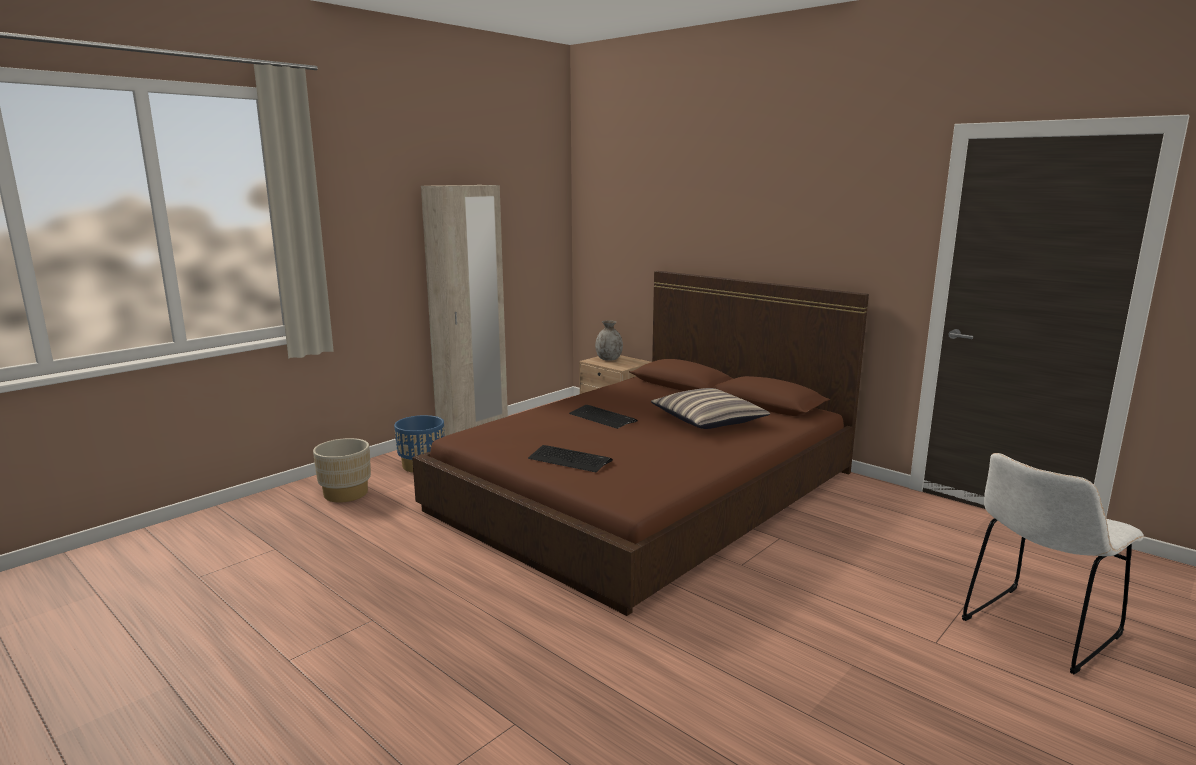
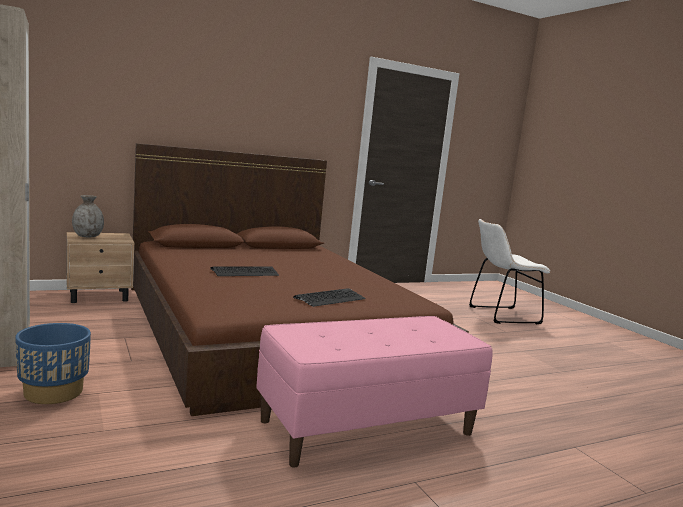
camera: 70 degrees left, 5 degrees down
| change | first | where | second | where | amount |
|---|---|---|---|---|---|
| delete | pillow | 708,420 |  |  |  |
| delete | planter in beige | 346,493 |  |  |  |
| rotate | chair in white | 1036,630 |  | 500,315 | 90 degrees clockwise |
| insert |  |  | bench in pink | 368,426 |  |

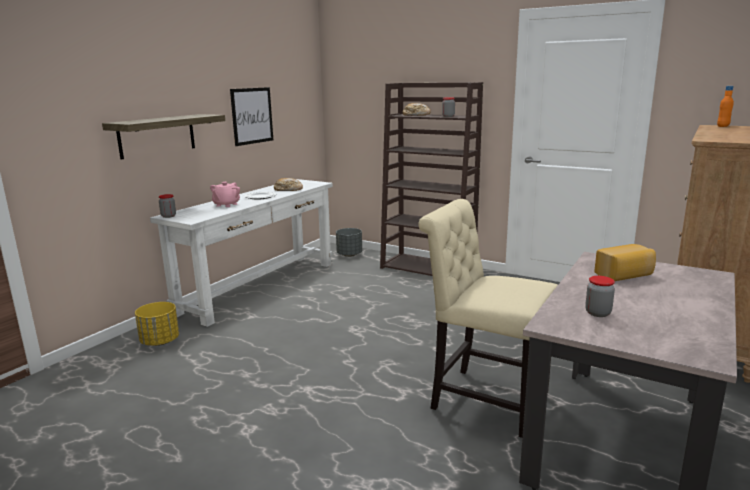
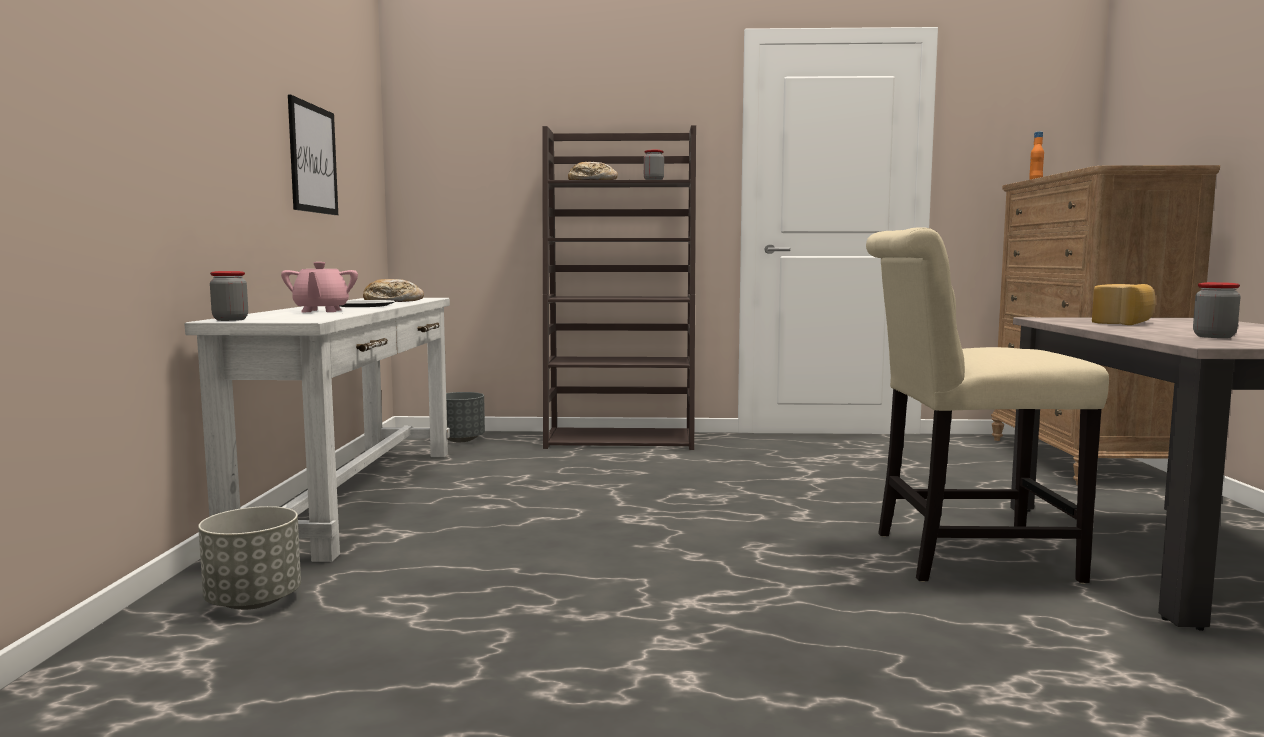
camera: 30 degrees left, 10 degrees down
| change | first | where | second | where | amount |
|---|---|---|---|---|---|
| delete | shelf | 157,135 |  |  |  |
| recolor | planter in yellow | 160,342 | planter in grey | 254,602 |  |

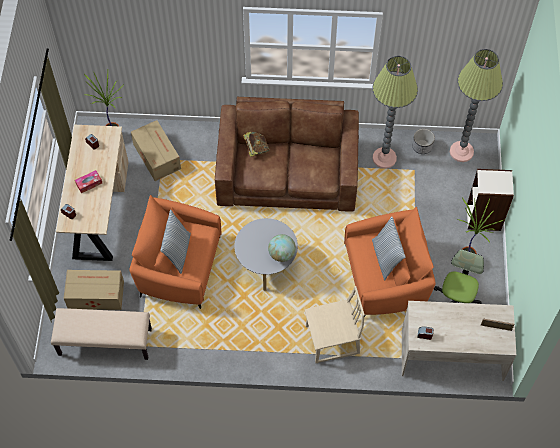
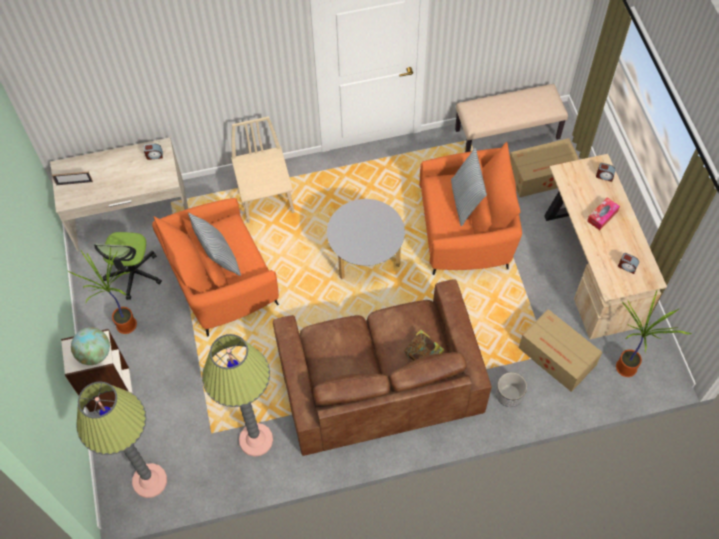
camera: 165 degrees right, 0 degrees up
| change | first | where | second | where | amount |
|---|---|---|---|---|---|
| move | planter | 422,147 |  | 509,395 |  |
| move | globe | 282,254 |  | 94,354 |  |
| rotate | chair in beige | 332,340 |  | 266,197 | 105 degrees clockwise |

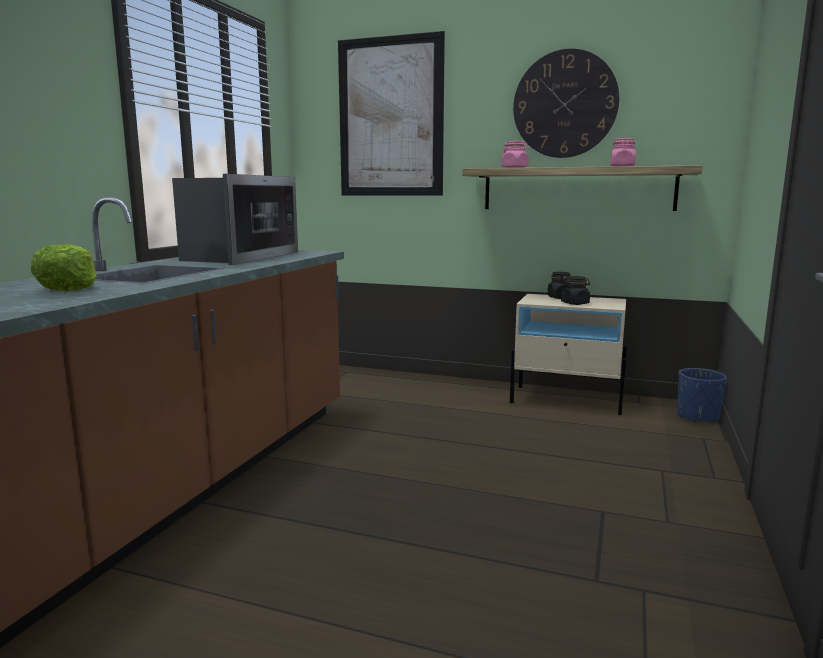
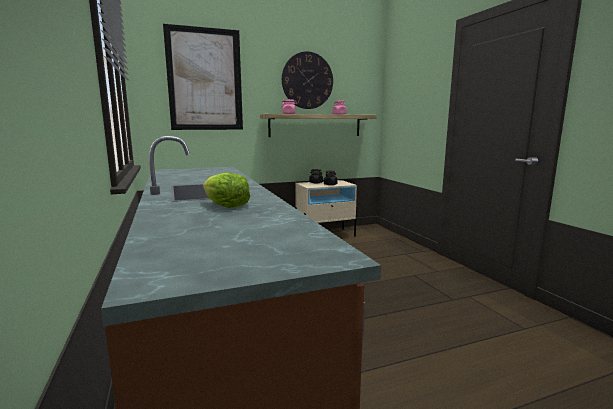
camera: 40 degrees left, 0 degrees up
| change | first | where | second | where | amount |
|---|---|---|---|---|---|
| delete | microwave | 239,257 |  |  |  |
| delete | planter in blue | 698,417 |  |  |  |

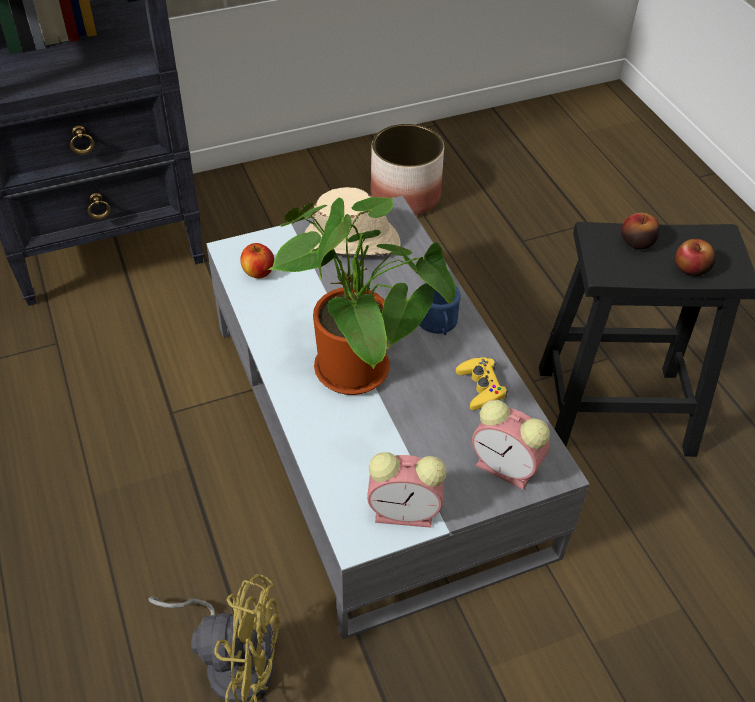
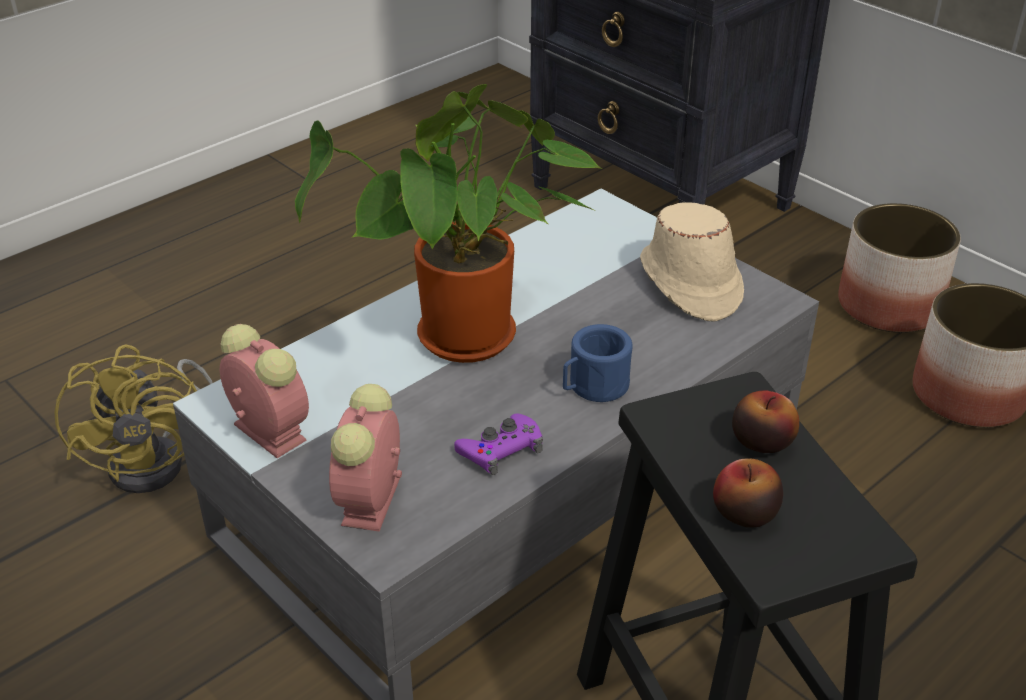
camera: 70 degrees right, 10 degrees down
| change | first | where | second | where | amount |
|---|---|---|---|---|---|
| delete | apple | 258,273 |  |  |  |
| recolor | game controller in yellow | 481,387 | game controller in purple | 501,450 |  |
| rotate | alarm clock | 406,512 |  | 267,431 | 150 degrees clockwise |
| insert |  |  | planter | 889,306 |  |

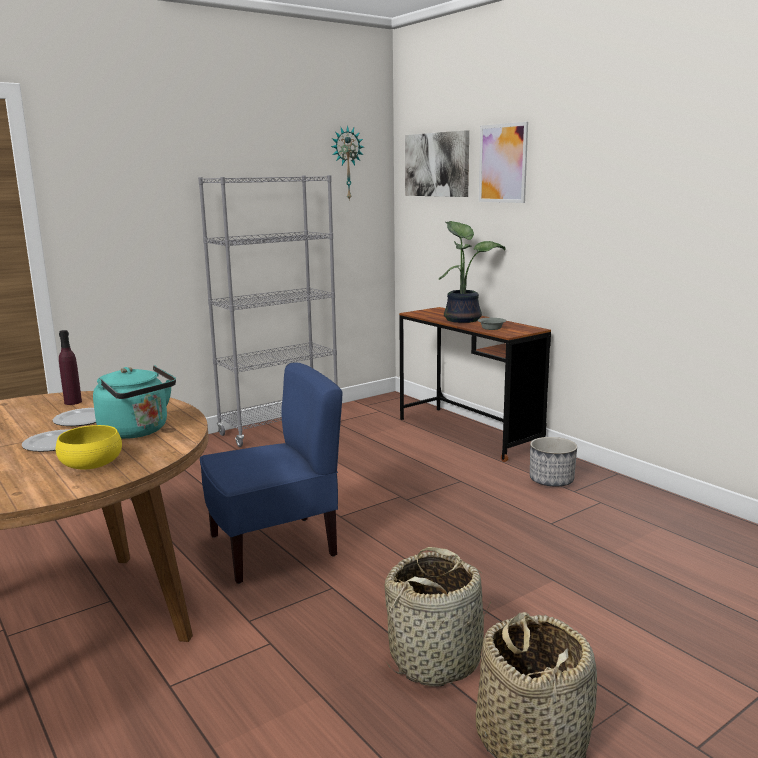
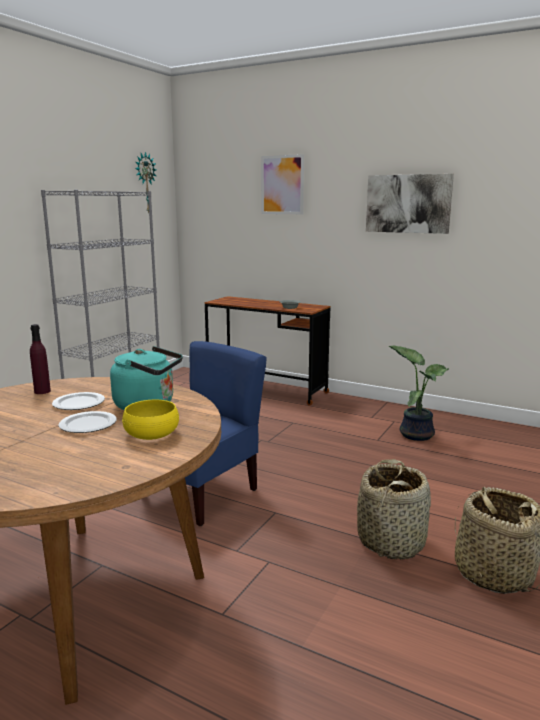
camera: 25 degrees left, 0 degrees up
| change | first | where | second | where | amount |
|---|---|---|---|---|---|
| move | picture | 437,164 |  | 408,204 |  |
| move | potted plant | 463,319 |  | 416,434 |  |
| delete | planter | 551,480 |  |  |  |

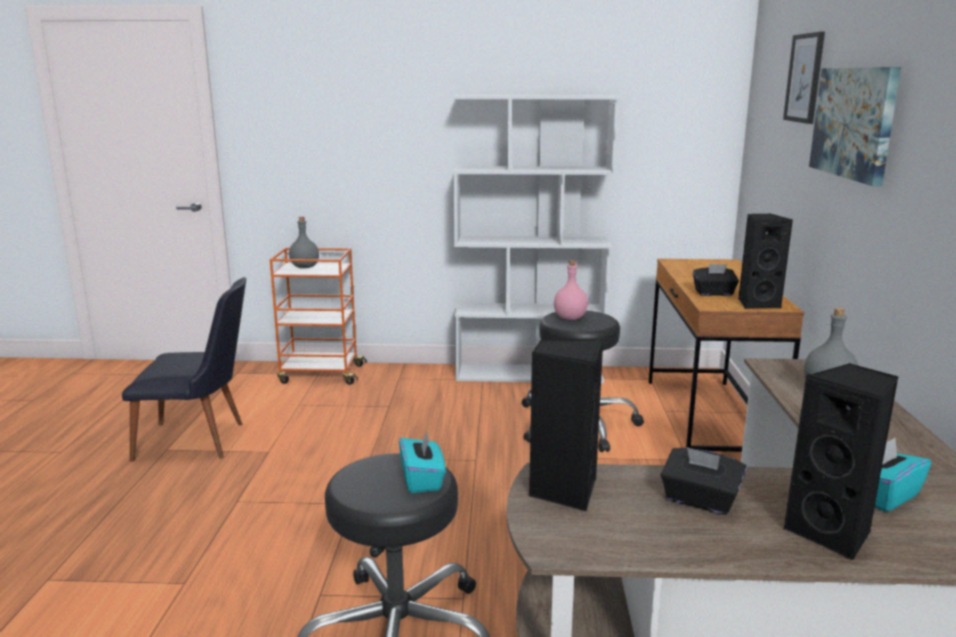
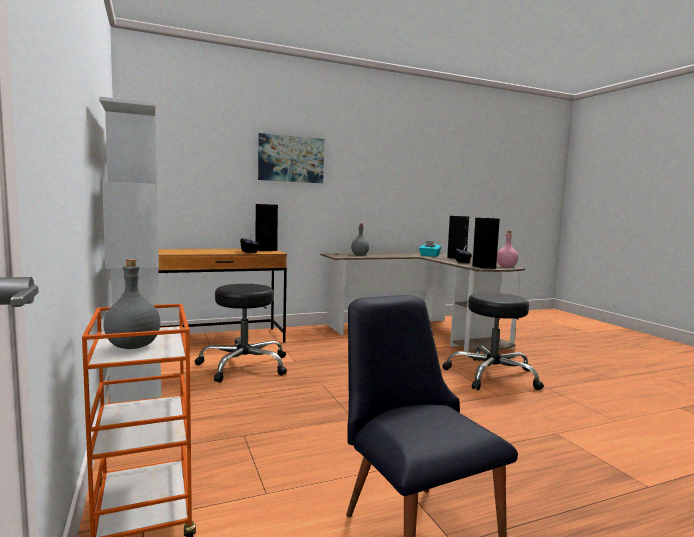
camera: 115 degrees left, 10 degrees down
| change | first | where | second | where | amount |
|---|---|---|---|---|---|
| delete | picture | 804,78 |  |  |  |
| move | bottle in pink | 569,318 |  | 506,266 |  |
| delete | tissue box in turquoise | 422,480 |  |  |  |

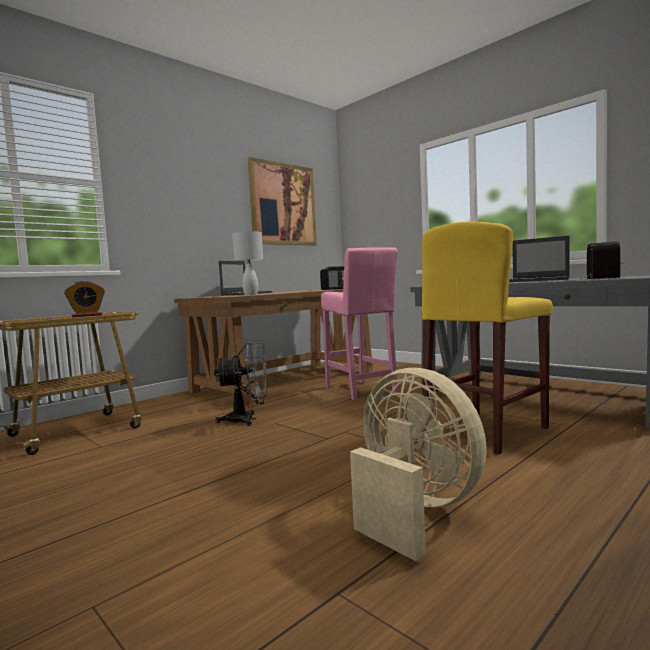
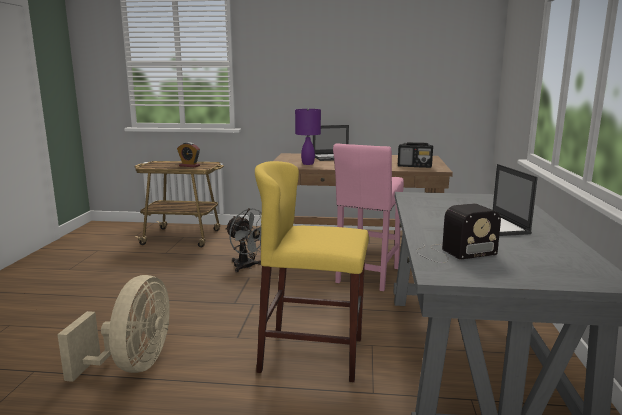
camera: 50 degrees right, 10 degrees up
| change | first | where | second | where | amount |
|---|---|---|---|---|---|
| delete | picture | 283,204 |  |  |  |
| recolor | table lamp in white | 251,294 | table lamp in purple | 308,164 |  |

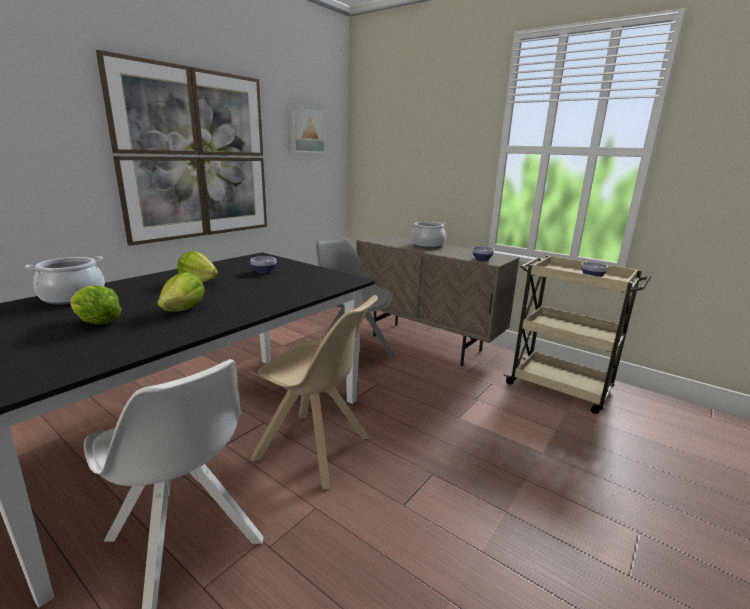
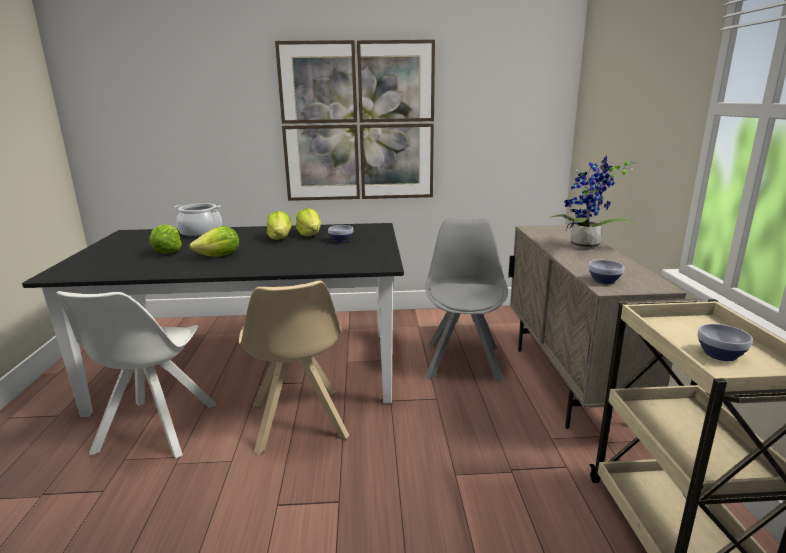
camera: 50 degrees right, 0 degrees up
| change | first | where | second | where | amount |
|---|---|---|---|---|---|
| delete | picture | 306,130 |  |  |  |
| replace | cooking pot | 427,245 | potted plant | 585,248 |  |
| insert |  |  | lettuce | 310,235 |  |

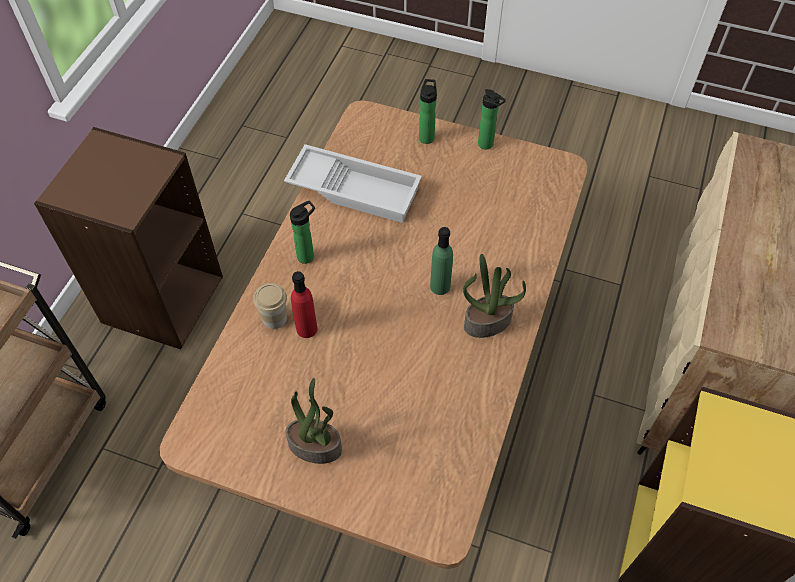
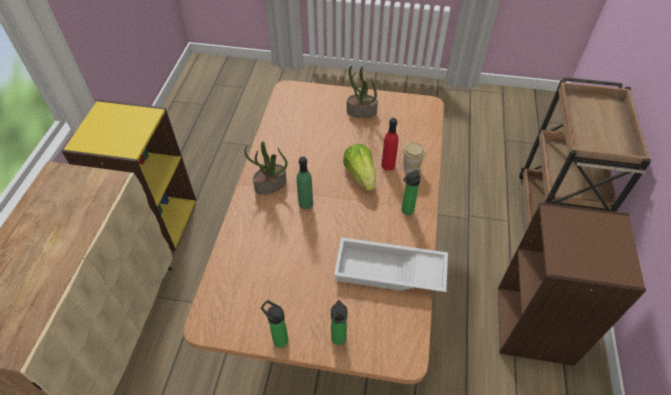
camera: 170 degrees right, 5 degrees down
| change | first | where | second | where | amount |
|---|---|---|---|---|---|
| insert |  |  | lettuce | 360,175 |  |

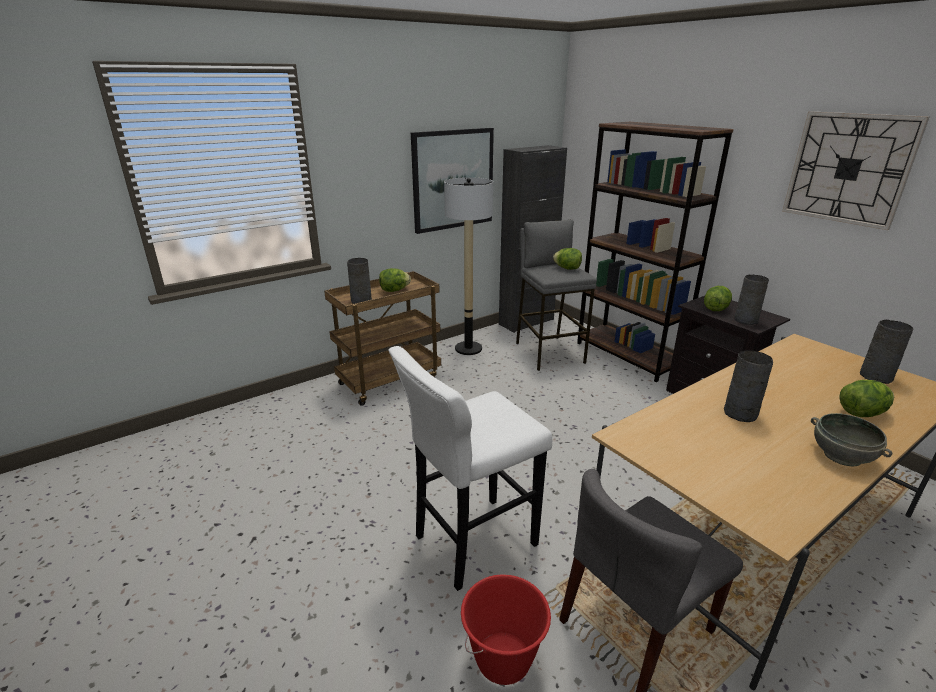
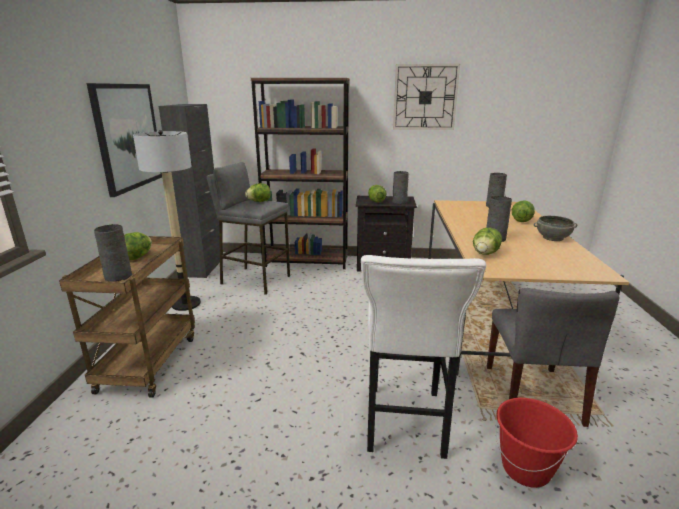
camera: 50 degrees left, 5 degrees down
| change | first | where | second | where | amount |
|---|---|---|---|---|---|
| insert |  |  | lettuce | 485,253 |  |

